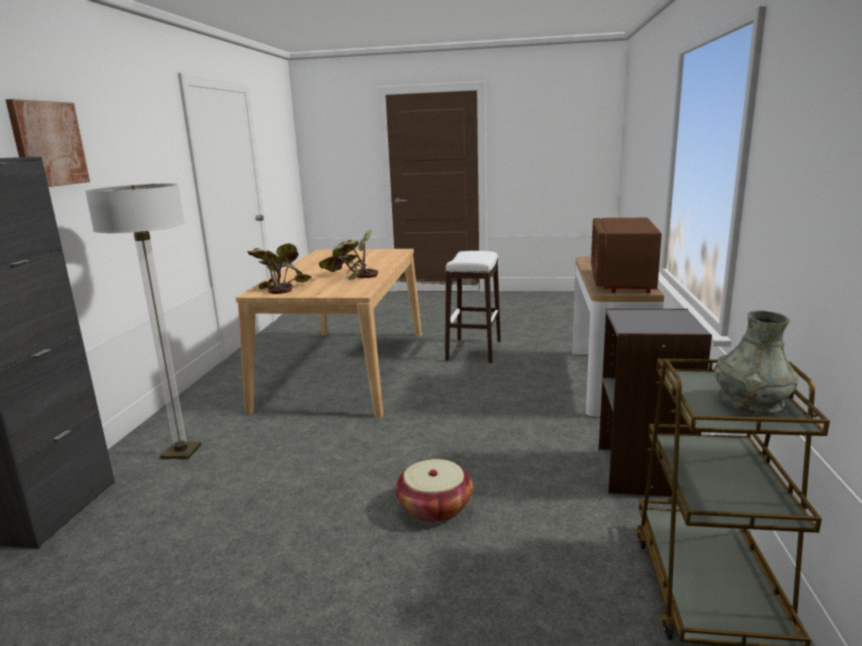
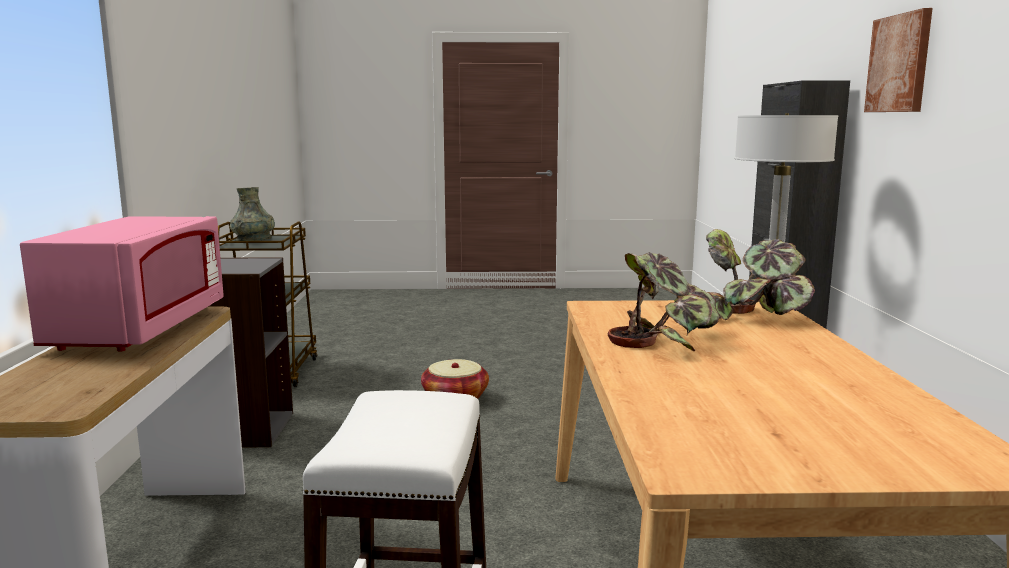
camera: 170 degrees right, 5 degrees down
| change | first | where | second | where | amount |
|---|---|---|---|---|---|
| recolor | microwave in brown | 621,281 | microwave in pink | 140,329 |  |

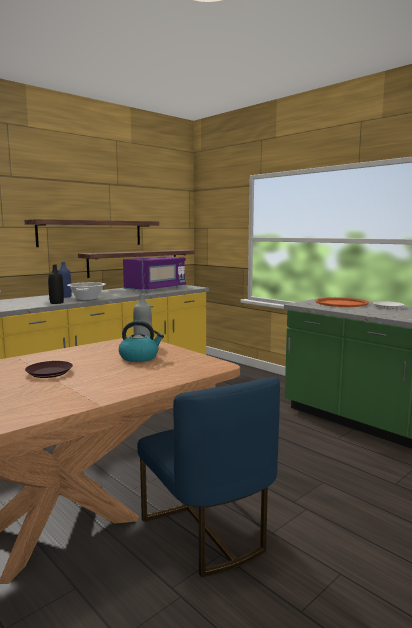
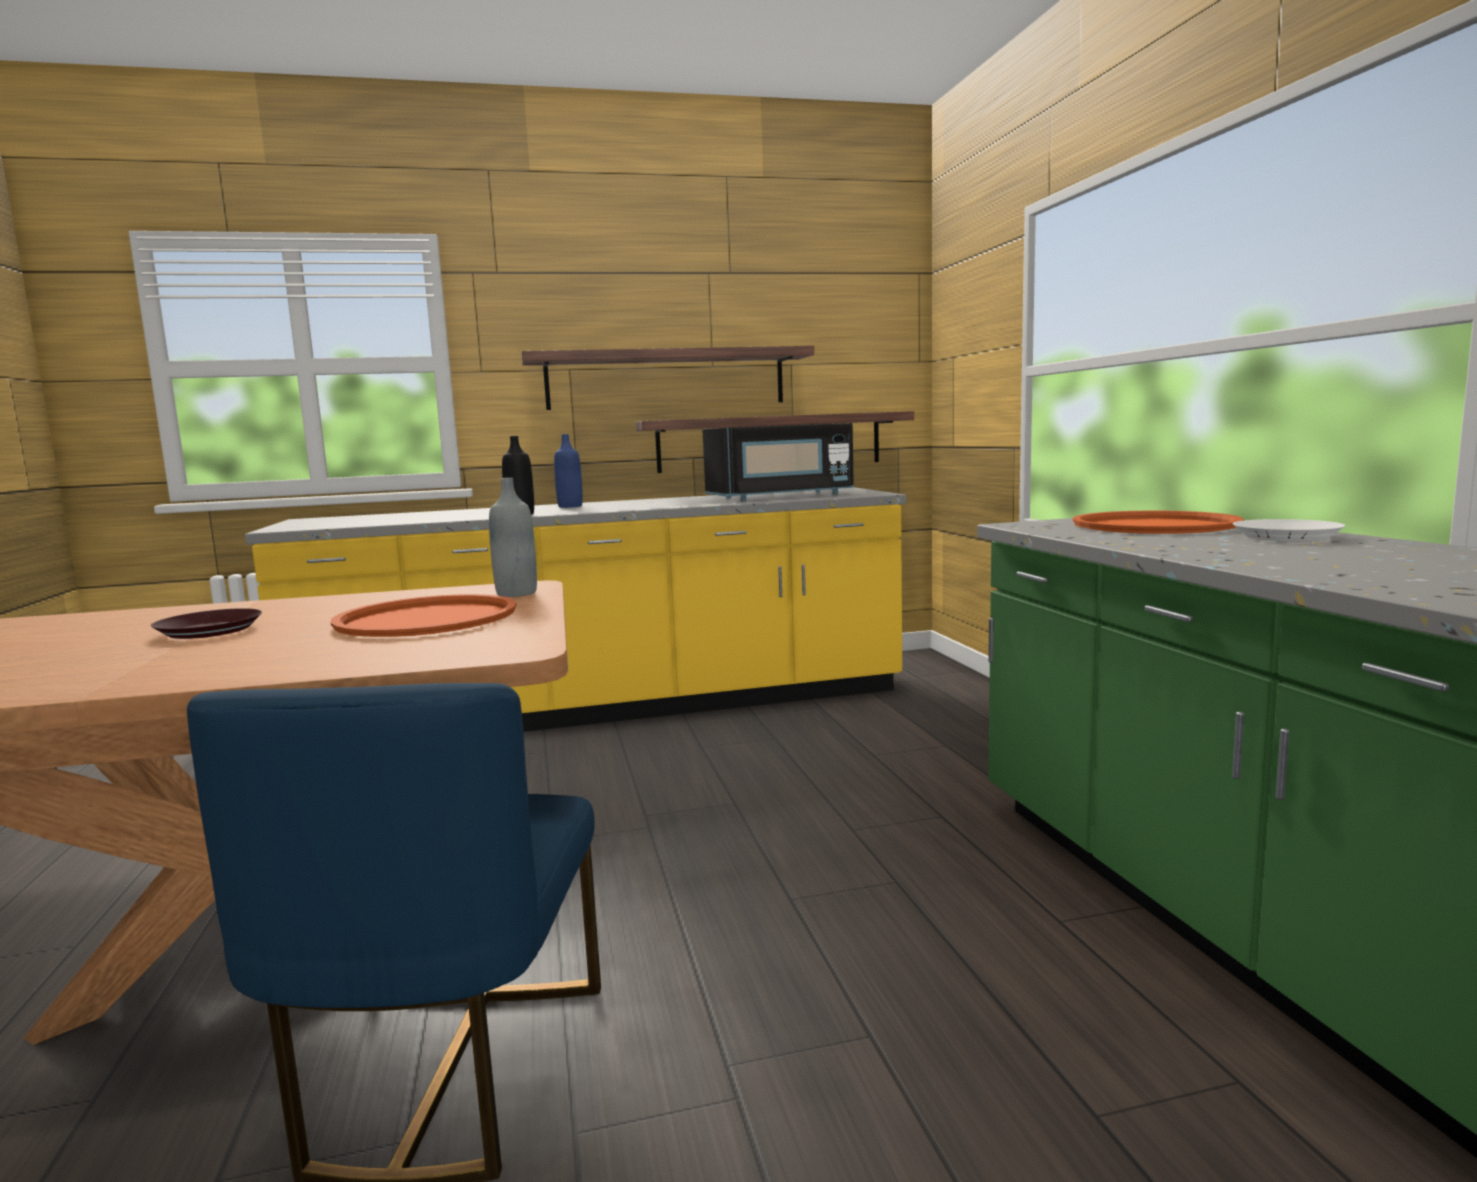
camera: 30 degrees right, 0 degrees up
| change | first | where | second | where | amount |
|---|---|---|---|---|---|
| recolor | microwave in purple | 156,289 | microwave in black | 781,496 |  |
| delete | cooking pot | 87,299 |  |  |  |
| replace | kettle | 139,357 | tray in orange | 426,619 |  |

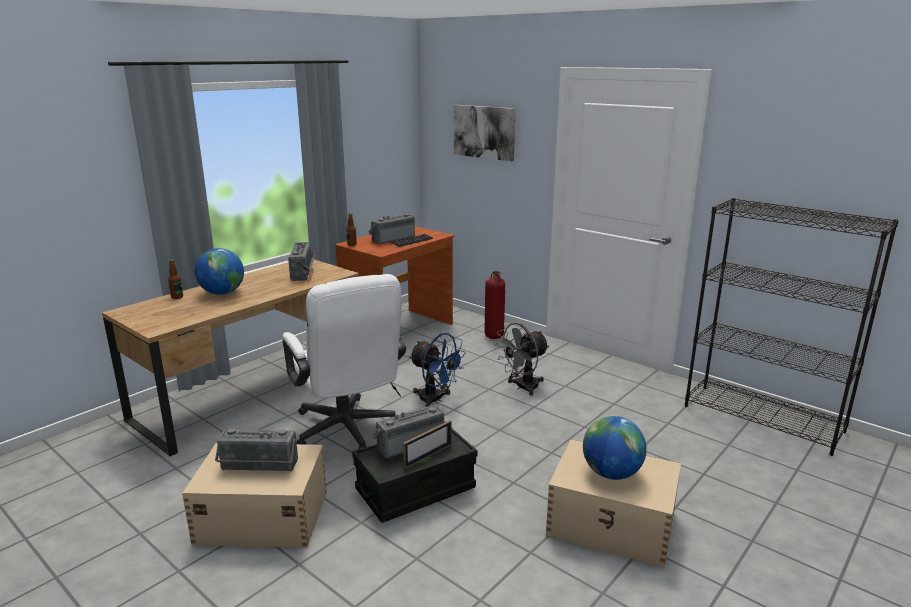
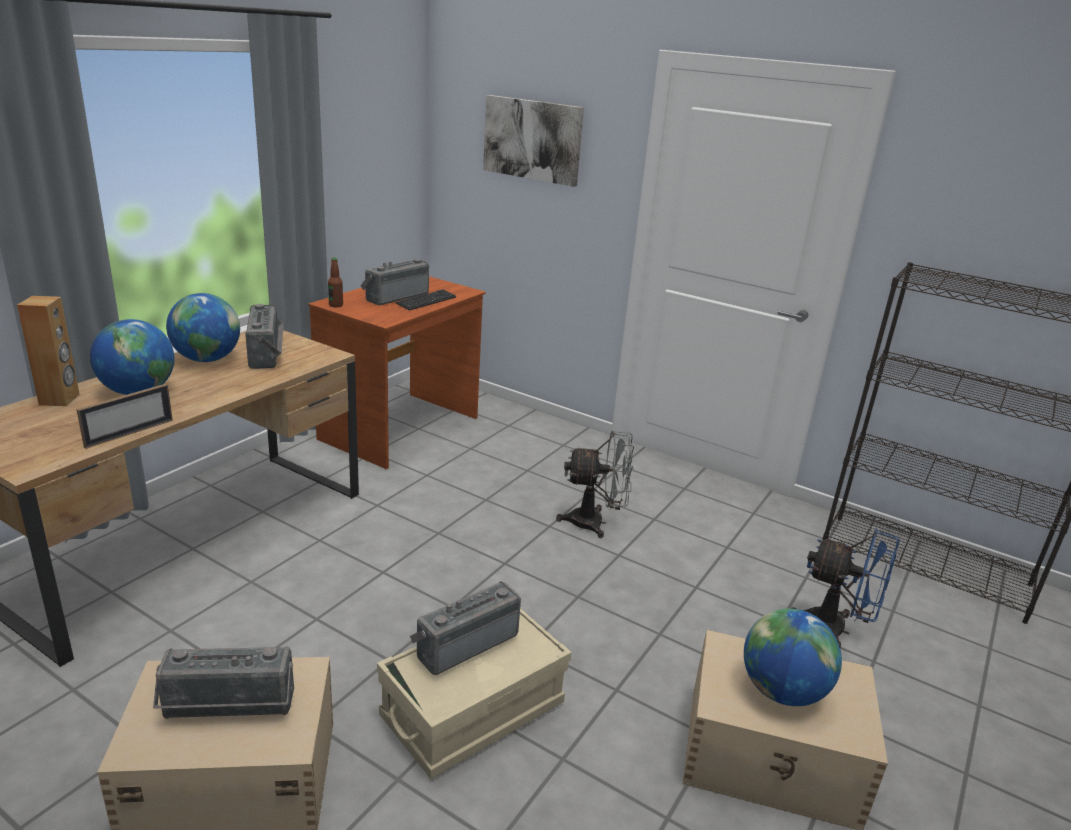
camera: 10 degrees left, 5 degrees up
| change | first | where | second | where | amount |
|---|---|---|---|---|---|
| replace | bottle | 177,297 | speaker in brown | 60,399 |  |
| delete | fire extinguisher | 492,336 |  |  |  |
| delete | office chair in white | 348,432 |  |  |  |
| rotate | fan in grey | 522,387 |  | 595,523 | 135 degrees counterclockwise |
| move | fan in blue | 436,399 |  | 836,630 |  |
| move | picture frame | 428,456 |  | 129,433 |  |
| recolor | storage box in black | 415,490 | storage box in beige | 473,711 |  |
| insert |  |  | globe | 207,359 |  |

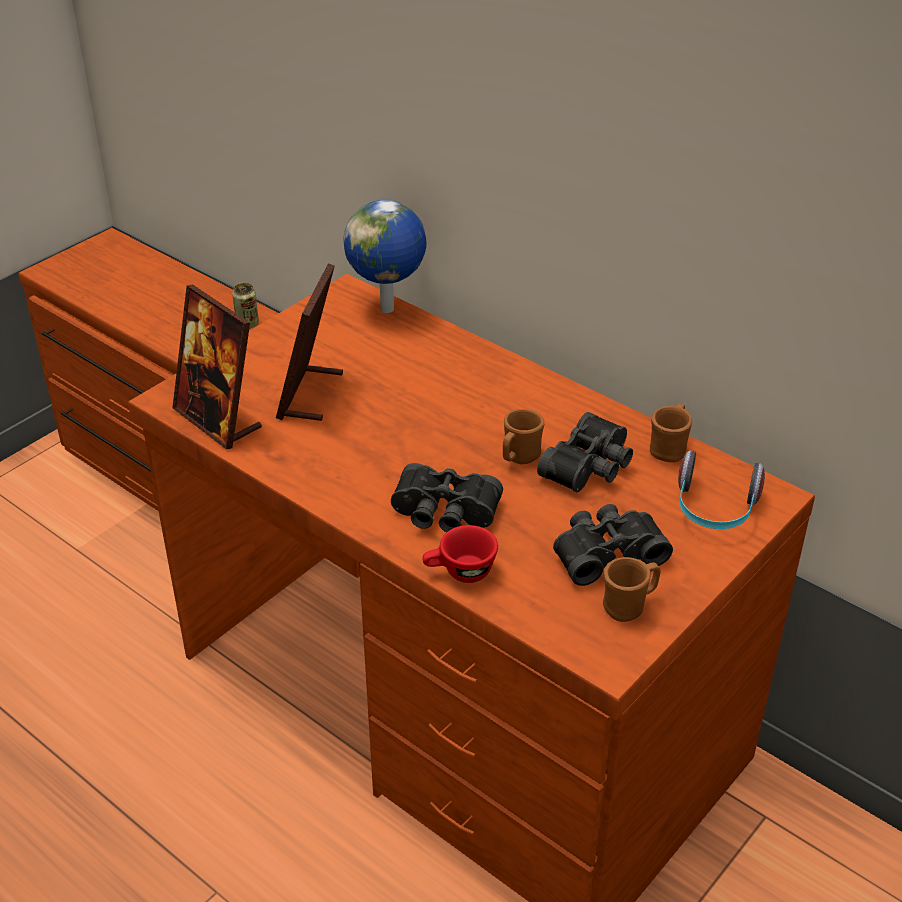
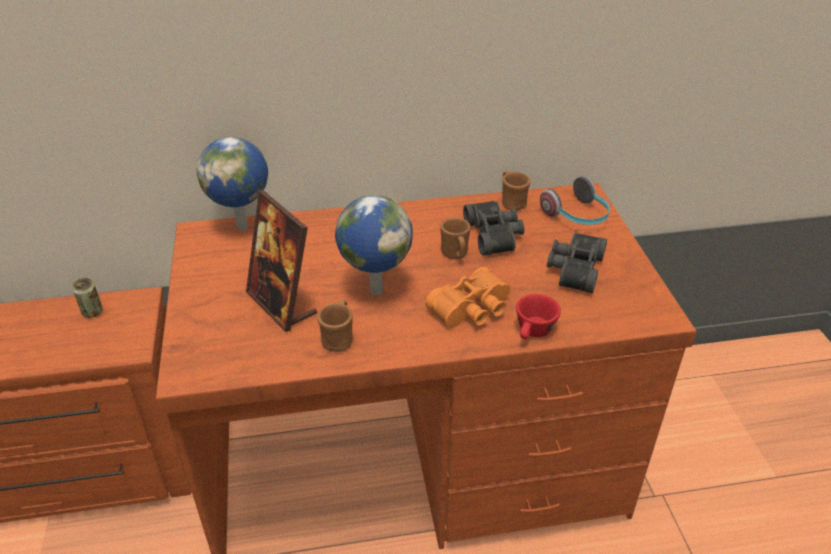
camera: 50 degrees left, 0 degrees up
| change | first | where | second | where | amount |
|---|---|---|---|---|---|
| delete | picture frame | 218,420 |  |  |  |
| recolor | binoculars in black | 444,514 | binoculars in orange | 473,310 |  |
| move | mug in brown | 629,606 |  | 339,339 |  |
| insert |  |  | globe | 375,290 |  |

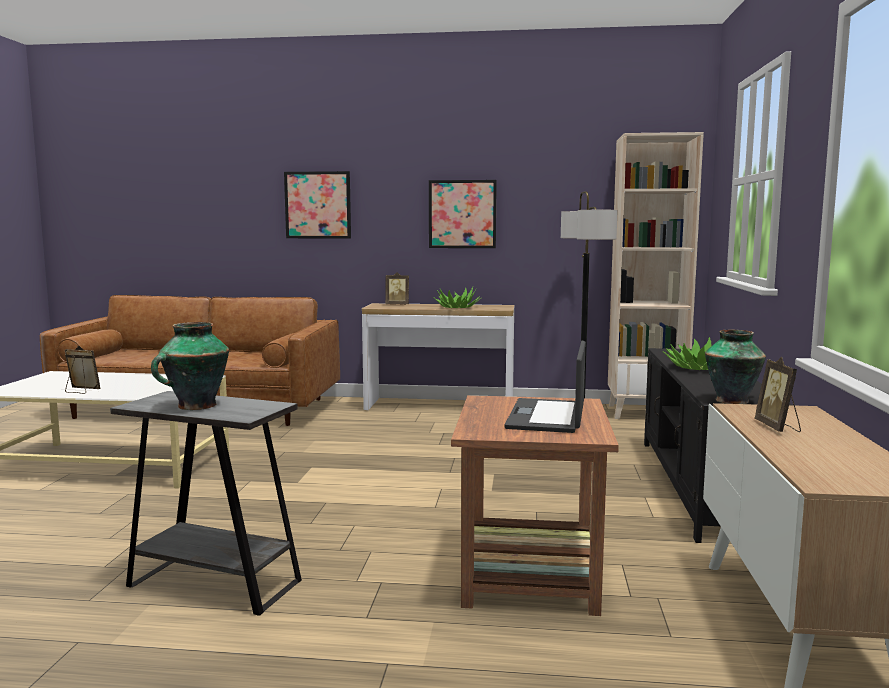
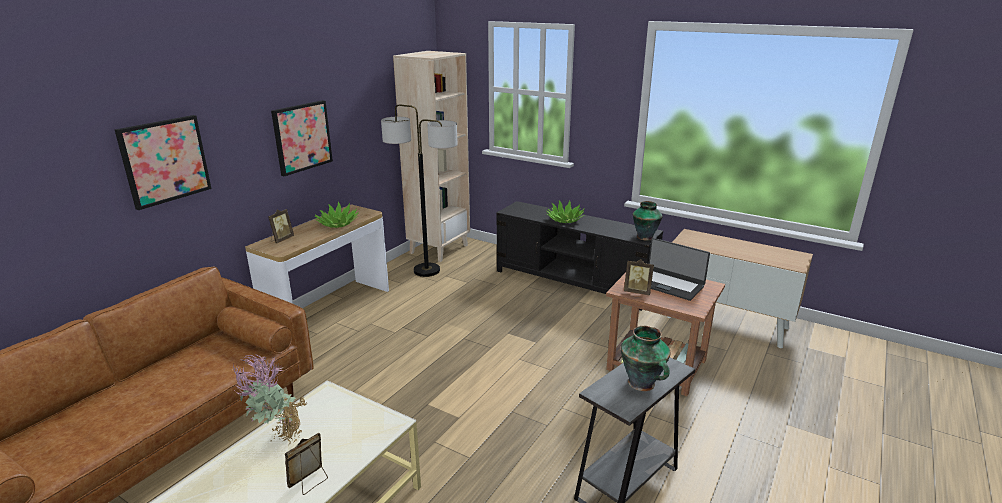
camera: 65 degrees left, 15 degrees up
| change | first | where | second | where | amount |
|---|---|---|---|---|---|
| move | picture frame | 778,427 |  | 637,292 |  |
| insert |  |  | potted plant | 277,438 |  |

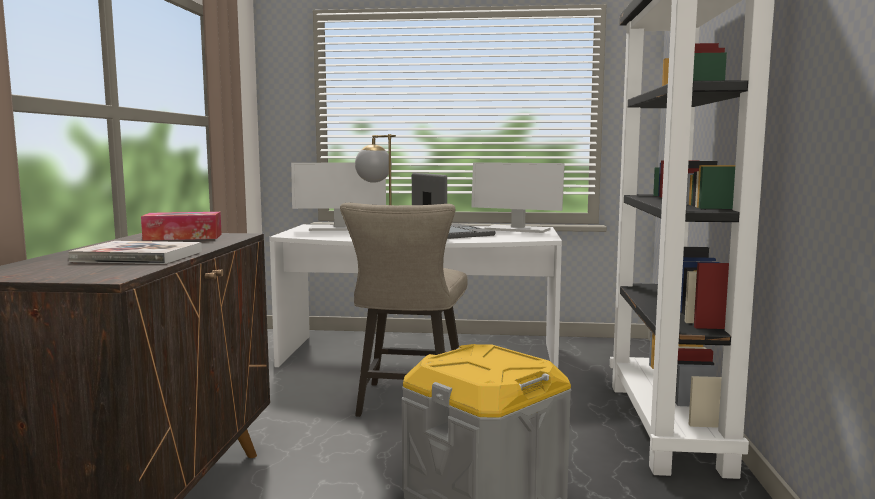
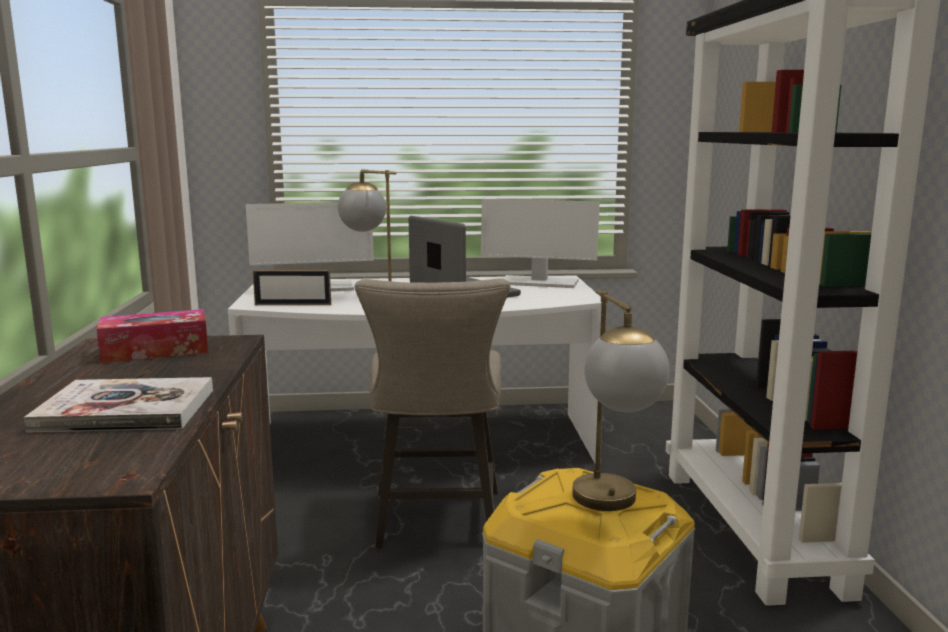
camera: 10 degrees left, 5 degrees up
| change | first | where | second | where | amount |
|---|---|---|---|---|---|
| insert |  |  | picture frame | 293,304 |  |
| insert |  |  | table lamp | 613,507 |  |

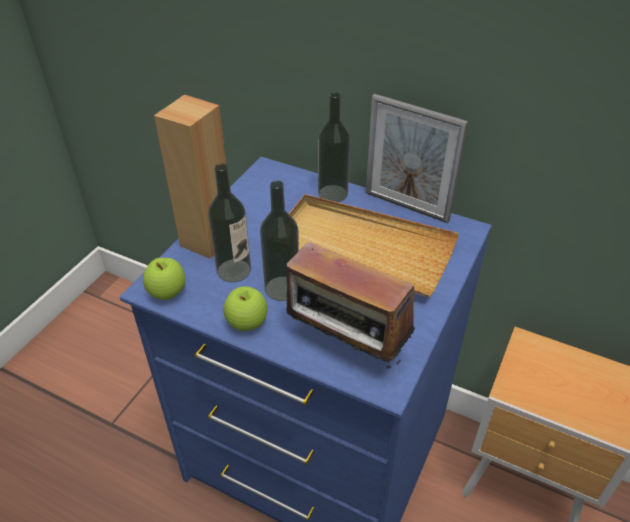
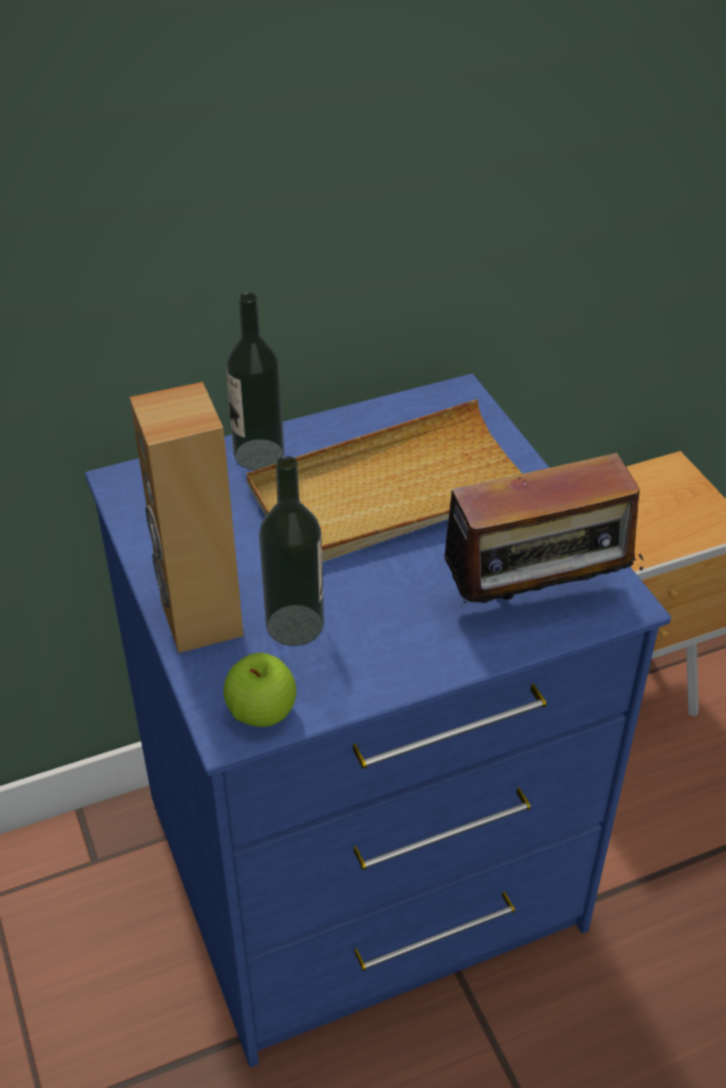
camera: 50 degrees left, 0 degrees up
| change | first | where | second | where | amount |
|---|---|---|---|---|---|
| delete | picture frame | 406,206 |  |  |  |
| delete | bottle | 282,288 |  |  |  |
| delete | apple | 247,323 |  |  |  |

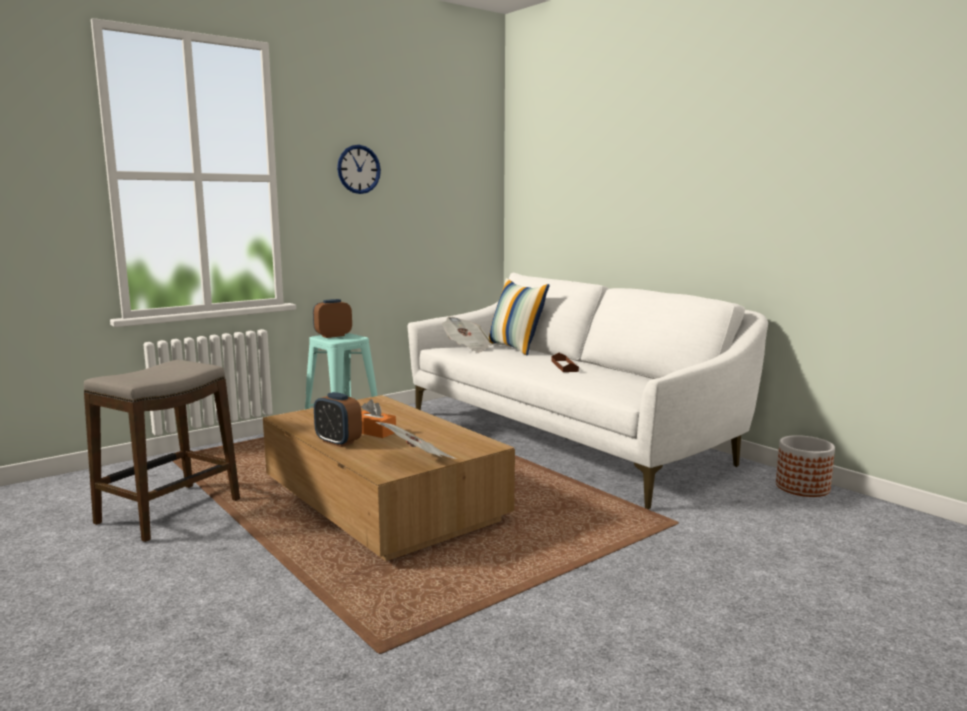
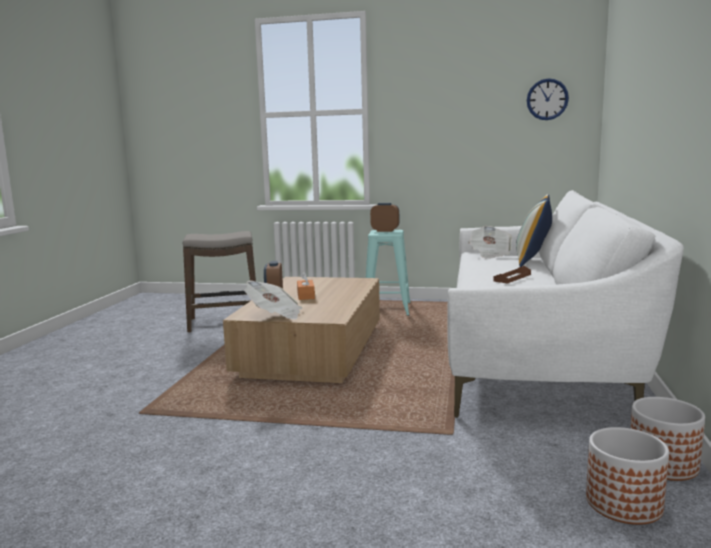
camera: 50 degrees right, 0 degrees up
| change | first | where | second | where | amount |
|---|---|---|---|---|---|
| move | wall clock | 358,169 |  | 547,99 |  |
| insert |  |  | planter | 624,504 |  |

